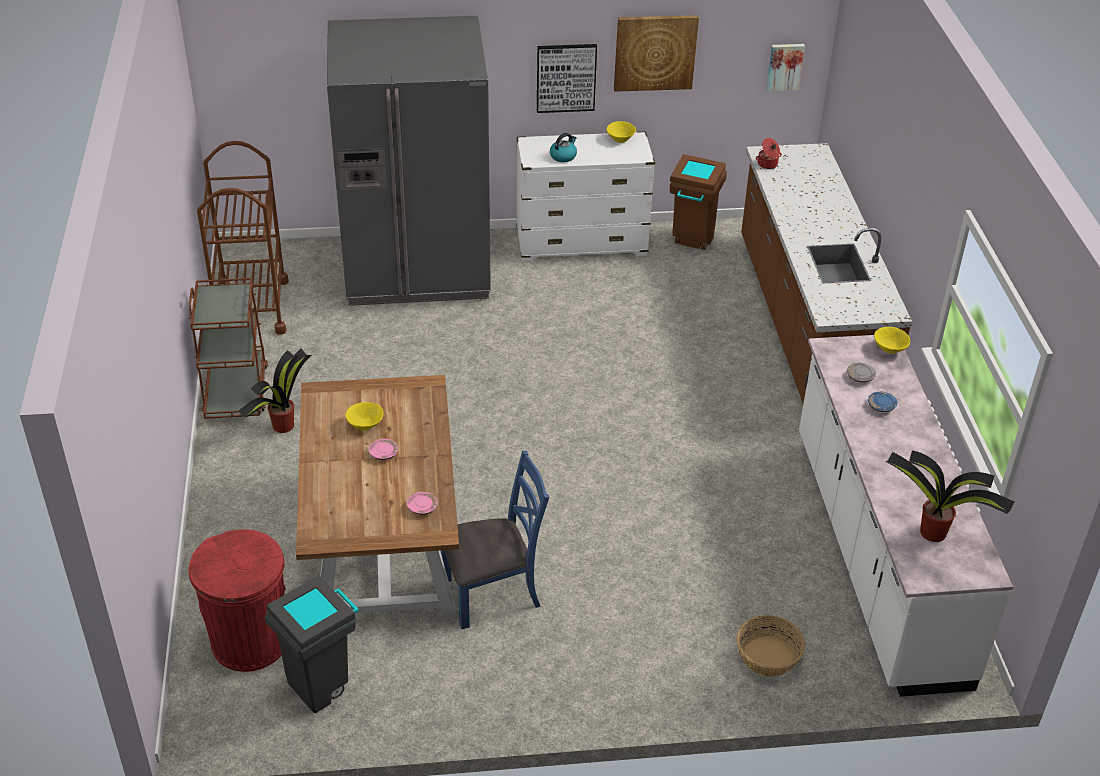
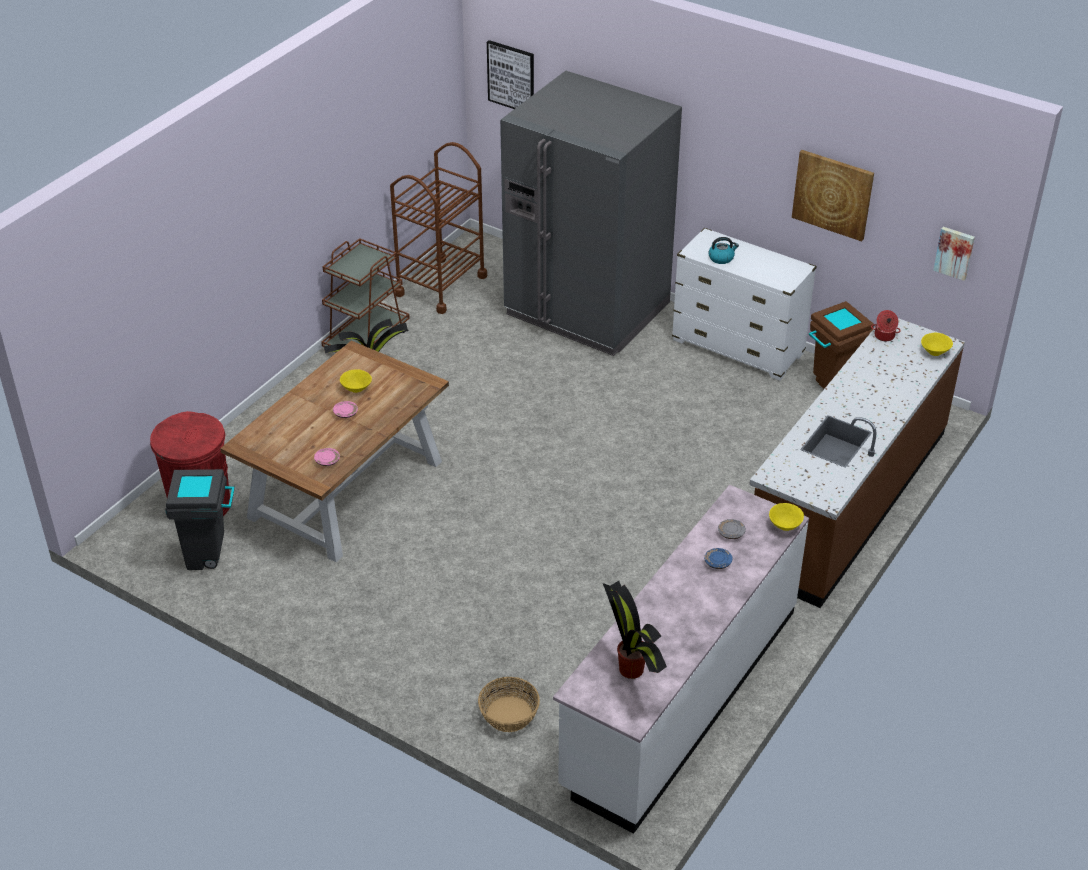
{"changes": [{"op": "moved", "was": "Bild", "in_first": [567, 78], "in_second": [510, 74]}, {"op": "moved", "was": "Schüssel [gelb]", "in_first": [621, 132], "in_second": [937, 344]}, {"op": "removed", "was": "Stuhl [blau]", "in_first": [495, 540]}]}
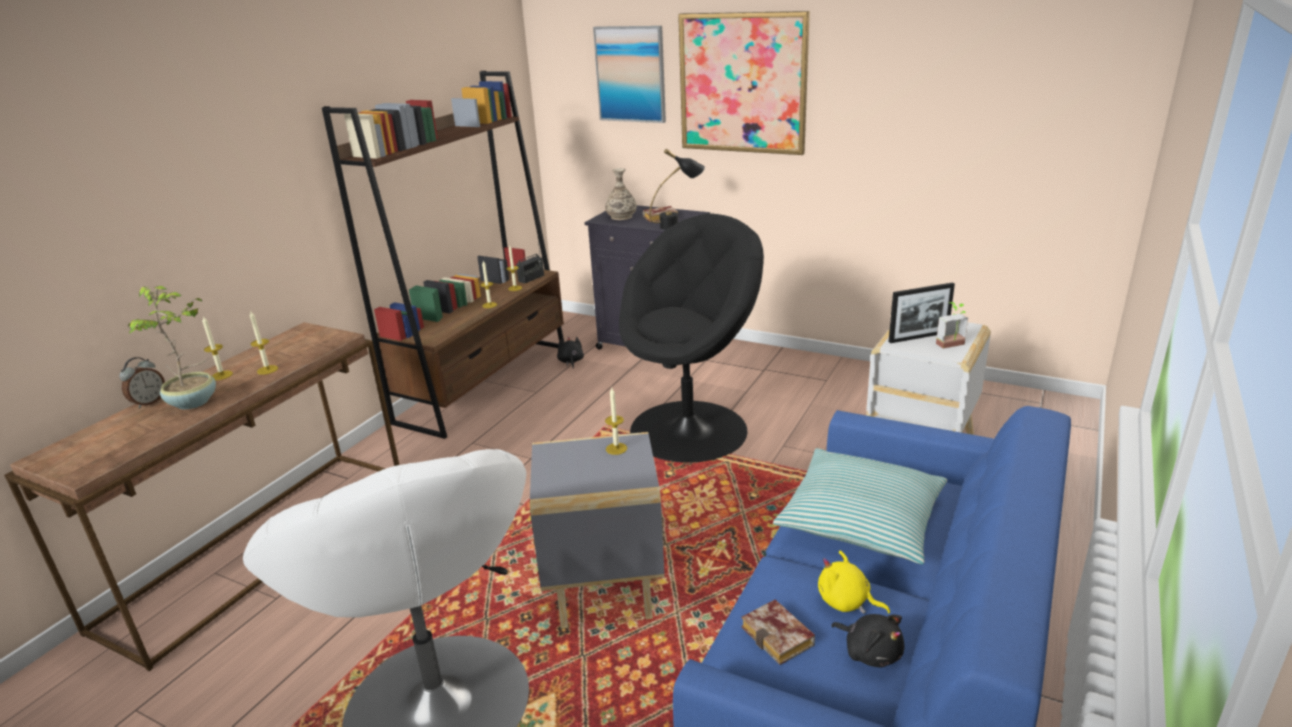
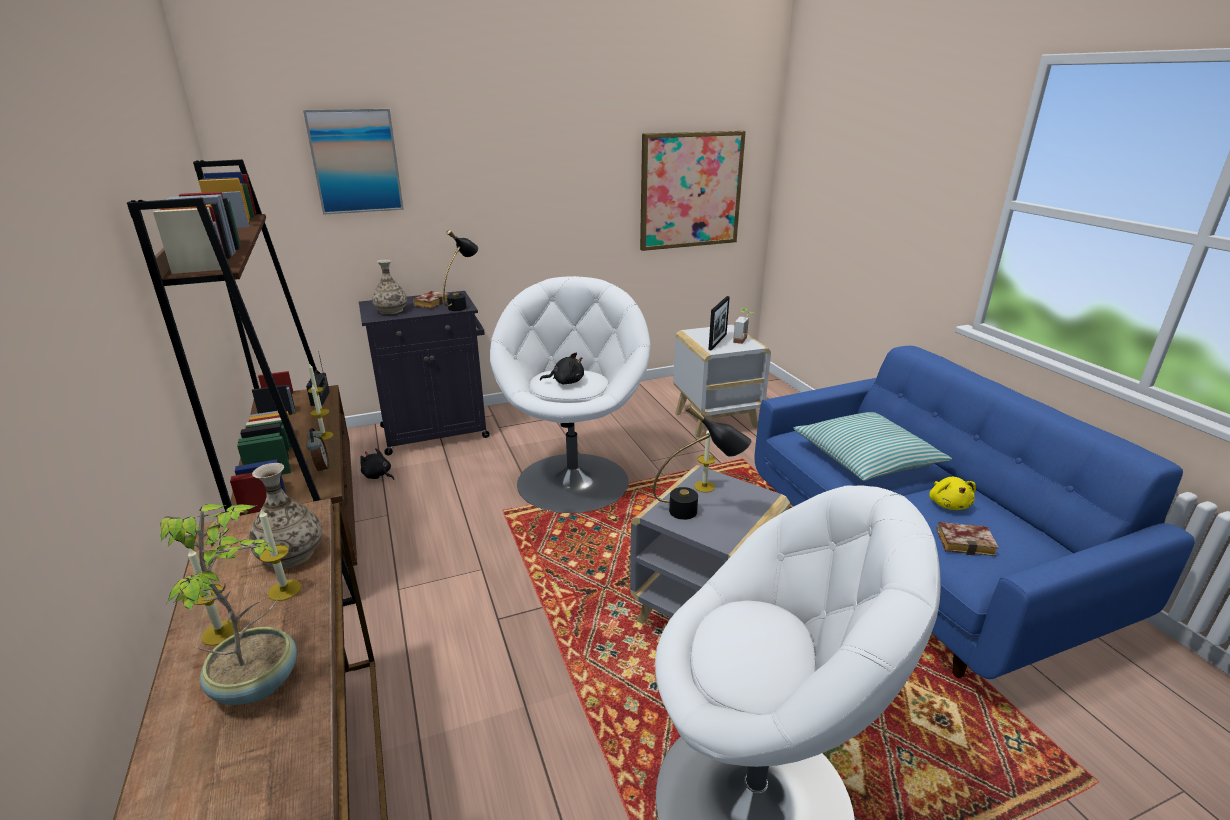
{"changes": [{"op": "added", "now": "Vase", "in_second": [285, 516]}, {"op": "moved", "was": "Wecker", "in_first": [142, 382], "in_second": [317, 450]}, {"op": "recoloured", "was": "Sessel [schwarz]", "now": "Sessel [weiß]", "in_first": [691, 338], "in_second": [570, 394]}, {"op": "moved", "was": "Plüschtier [schwarz]", "in_first": [867, 641], "in_second": [562, 368]}, {"op": "moved", "was": "Bild", "in_first": [744, 83], "in_second": [693, 191]}, {"op": "added", "now": "Tischlampe [schwarz]", "in_second": [702, 462]}, {"op": "turned", "was": "Plüschtier [gelb]", "in_first": [854, 582], "in_second": [952, 493], "clockwise": -75}]}
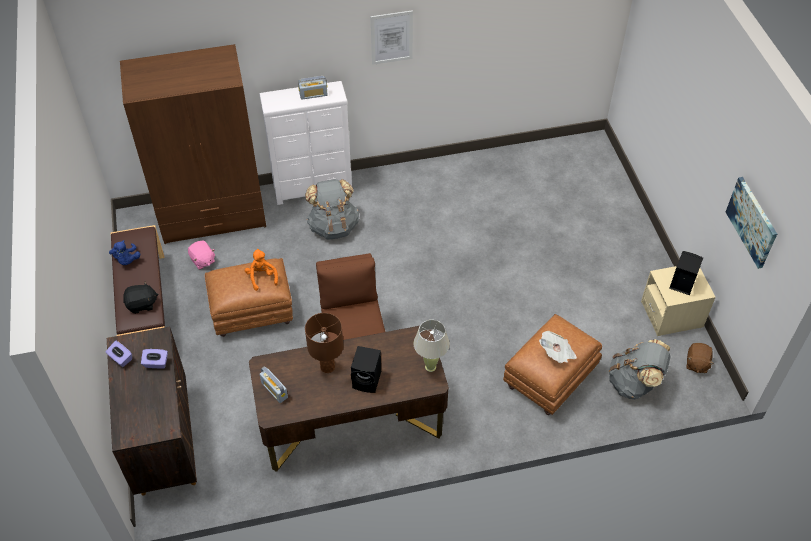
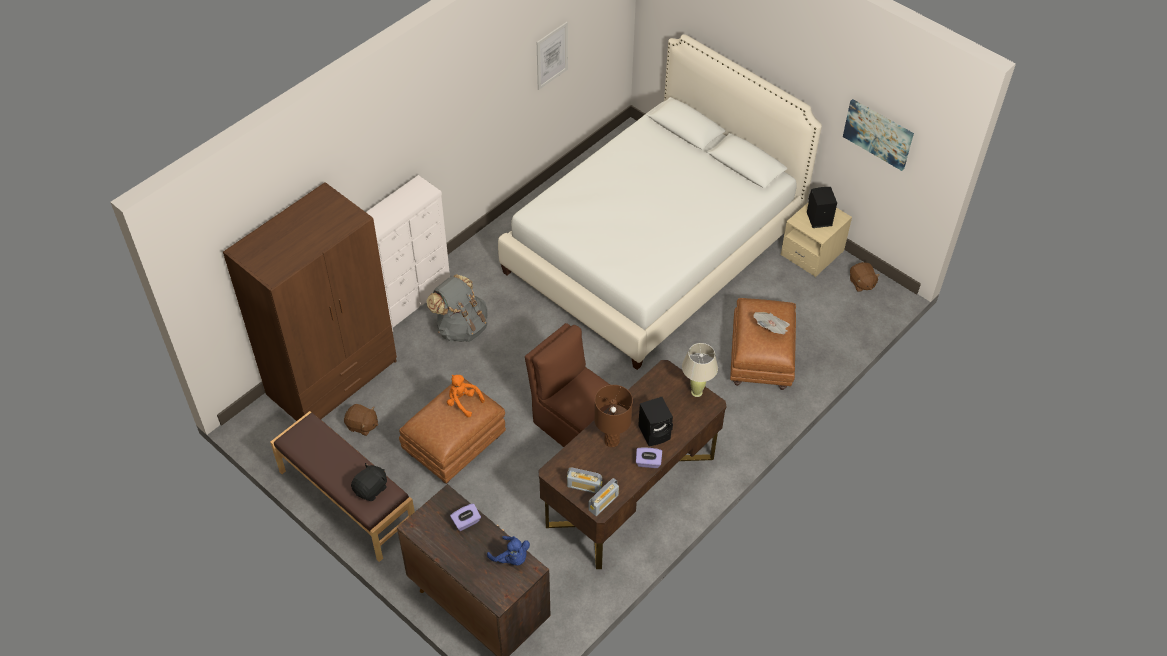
{"changes": [{"op": "recoloured", "was": "Plüschtier [rosa]", "now": "Plüschtier [braun]", "in_first": [201, 254], "in_second": [361, 420]}, {"op": "moved", "was": "Plüschtier [blau]", "in_first": [124, 252], "in_second": [508, 551]}, {"op": "added", "now": "Bett [weiß]", "in_second": [660, 202]}, {"op": "moved", "was": "Bild", "in_first": [391, 37], "in_second": [552, 56]}, {"op": "moved", "was": "Radio", "in_first": [313, 88], "in_second": [603, 497]}, {"op": "moved", "was": "Taschentuchbox [lila]", "in_first": [118, 354], "in_second": [649, 457]}, {"op": "removed", "was": "Rucksack [grau]", "in_first": [640, 369]}]}
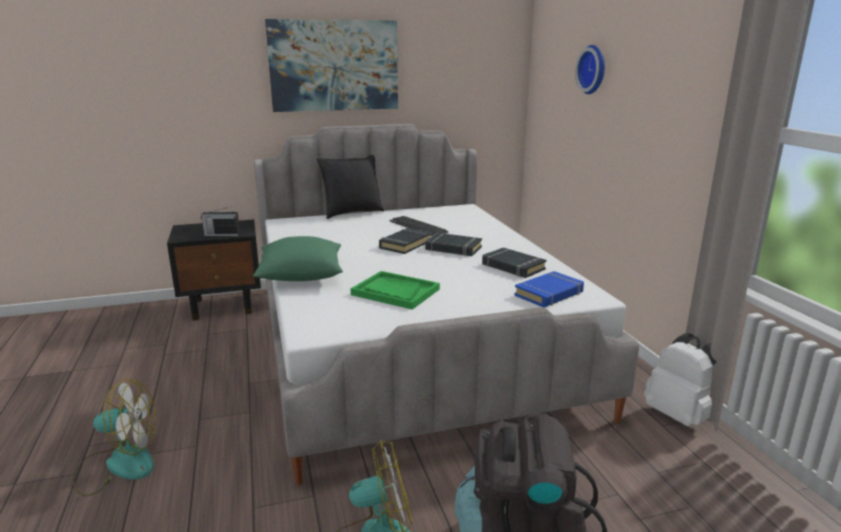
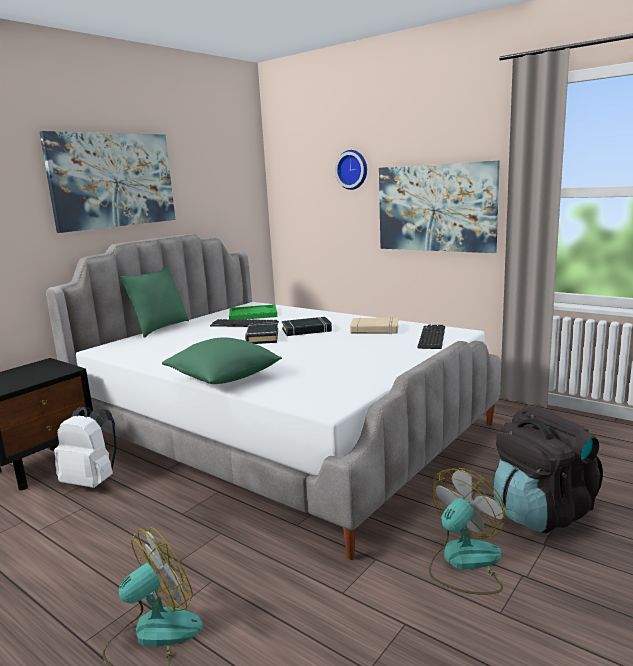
{"changes": [{"op": "moved", "was": "Rucksack [weiß]", "in_first": [680, 380], "in_second": [85, 447]}, {"op": "recoloured", "was": "Kissen [schwarz]", "now": "Kissen [grün]", "in_first": [350, 187], "in_second": [154, 302]}, {"op": "moved", "was": "Tablett [grün]", "in_first": [395, 290], "in_second": [253, 312]}, {"op": "recoloured", "was": "Buch [schwarz]", "now": "Buch [beige]", "in_first": [514, 263], "in_second": [374, 326]}, {"op": "added", "now": "Bild", "in_second": [439, 207]}, {"op": "replaced", "was": "Buch [blau]", "now": "Tastatur", "in_first": [549, 289], "in_second": [431, 337]}, {"op": "removed", "was": "Radio", "in_first": [220, 221]}]}
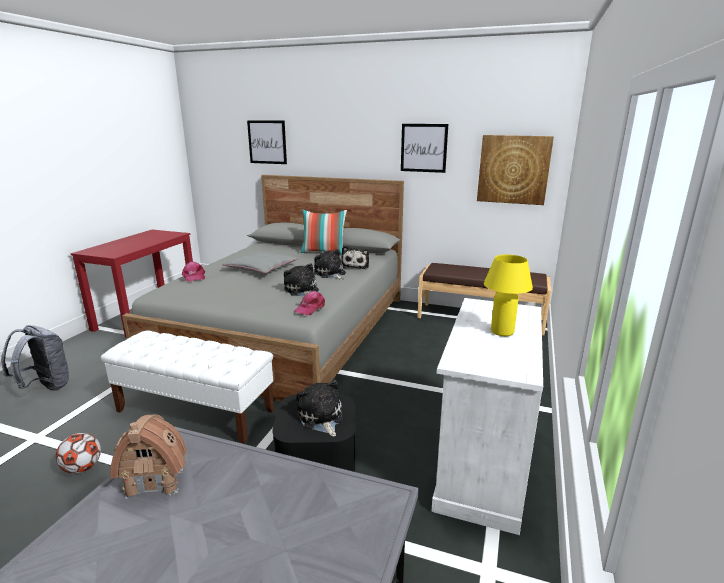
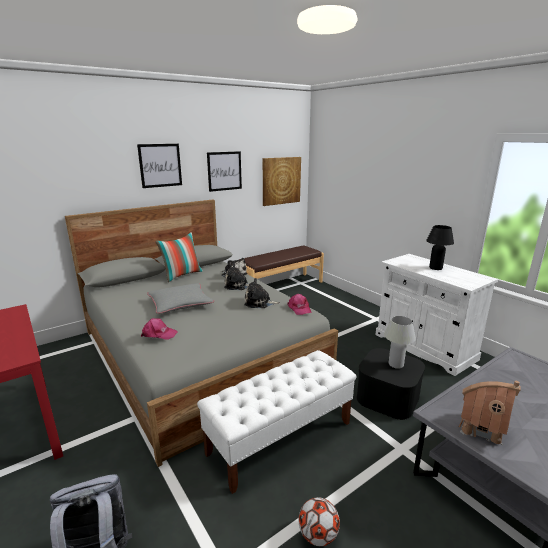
{"changes": [{"op": "moved", "was": "Bild", "in_first": [267, 142], "in_second": [159, 166]}, {"op": "replaced", "was": "Plüschtier", "now": "Tischlampe [weiß]", "in_first": [320, 408], "in_second": [400, 342]}, {"op": "recoloured", "was": "Tischlampe [gelb]", "now": "Tischlampe [schwarz]", "in_first": [508, 295], "in_second": [440, 247]}]}
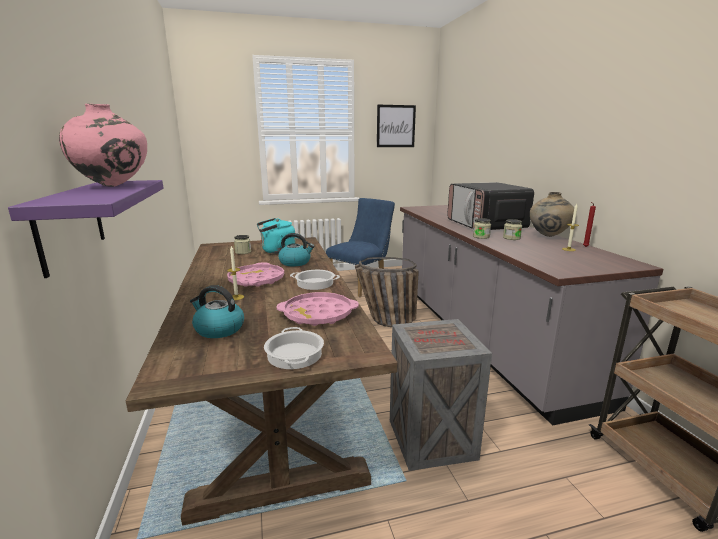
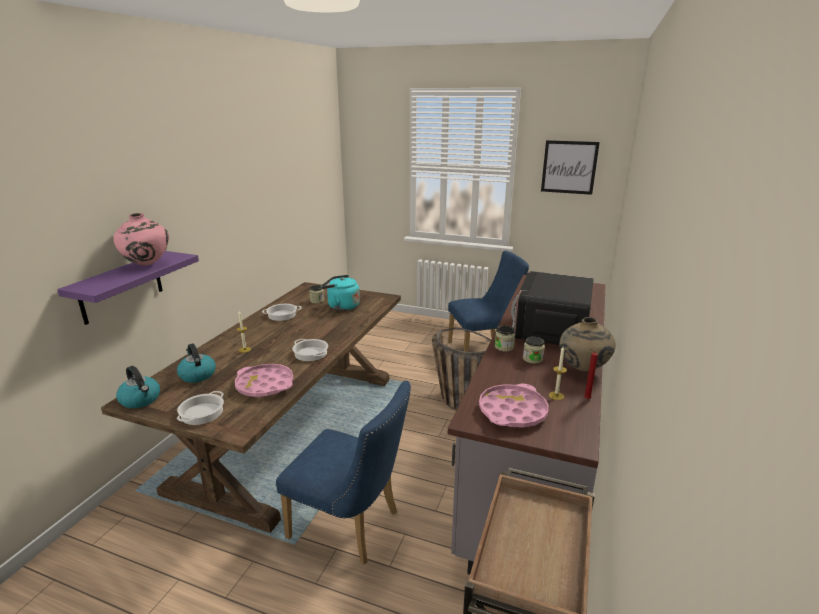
{"changes": [{"op": "moved", "was": "Wasserkessel", "in_first": [296, 249], "in_second": [138, 387]}, {"op": "added", "now": "Kochtopf", "in_second": [282, 312]}, {"op": "replaced", "was": "Kiste", "now": "Stuhl [blau]", "in_first": [441, 395], "in_second": [343, 472]}, {"op": "moved", "was": "Tablett [rosa]", "in_first": [255, 275], "in_second": [514, 405]}]}
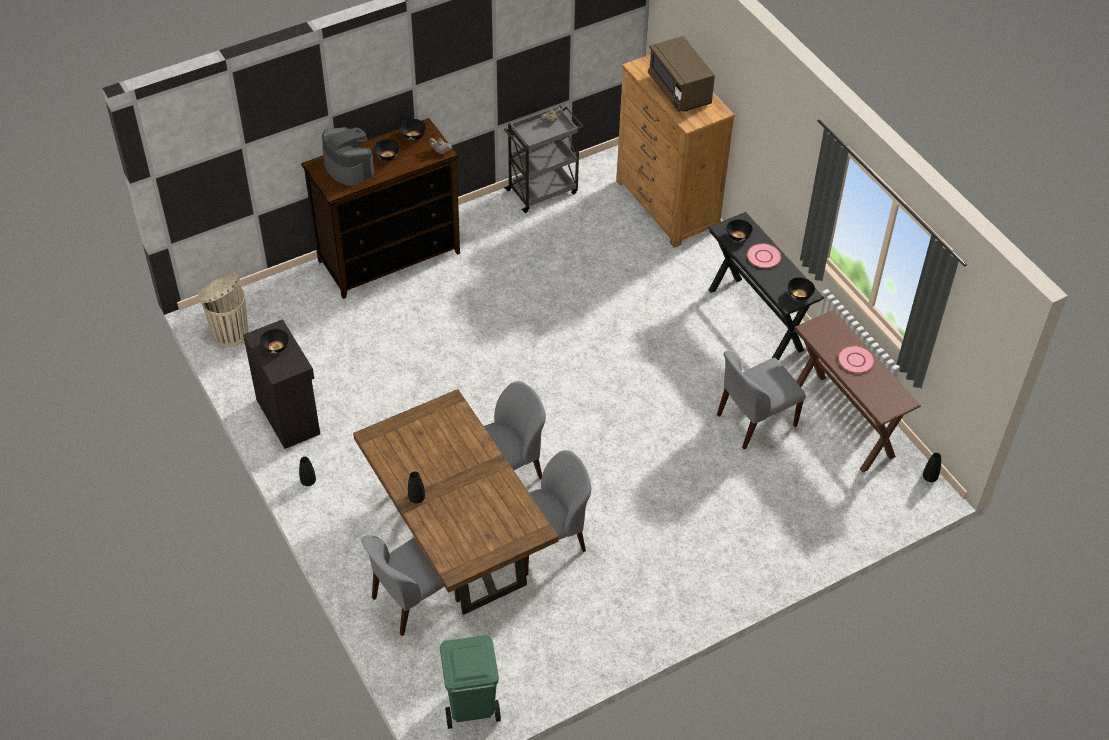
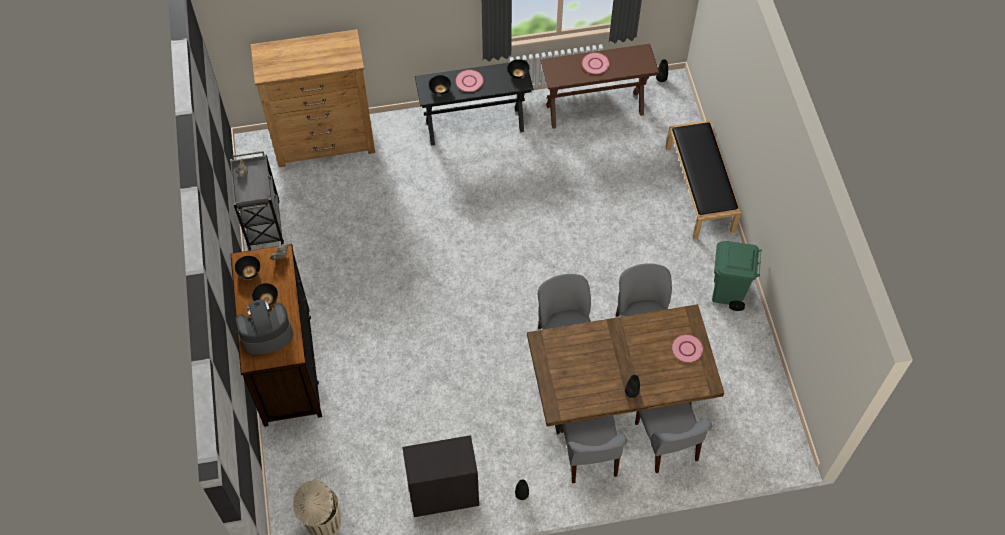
{"changes": [{"op": "moved", "was": "Stuhl [grau]", "in_first": [761, 400], "in_second": [594, 449]}, {"op": "added", "now": "Bank [schwarz]", "in_second": [703, 179]}, {"op": "added", "now": "Teller [rosa]", "in_second": [687, 348]}, {"op": "moved", "was": "Mülleimer [grün]", "in_first": [470, 682], "in_second": [737, 276]}, {"op": "removed", "was": "Schüssel [schwarz]", "in_first": [274, 341]}, {"op": "removed", "was": "Mikrowelle [braun]", "in_first": [681, 74]}]}
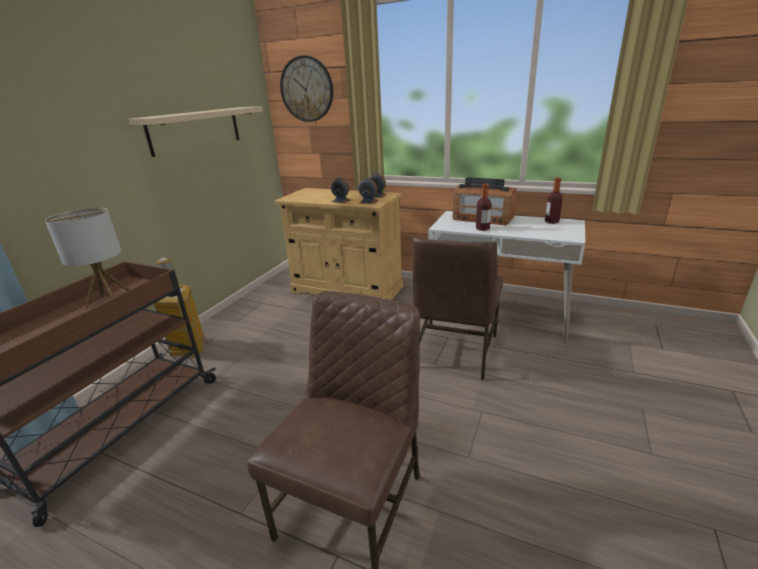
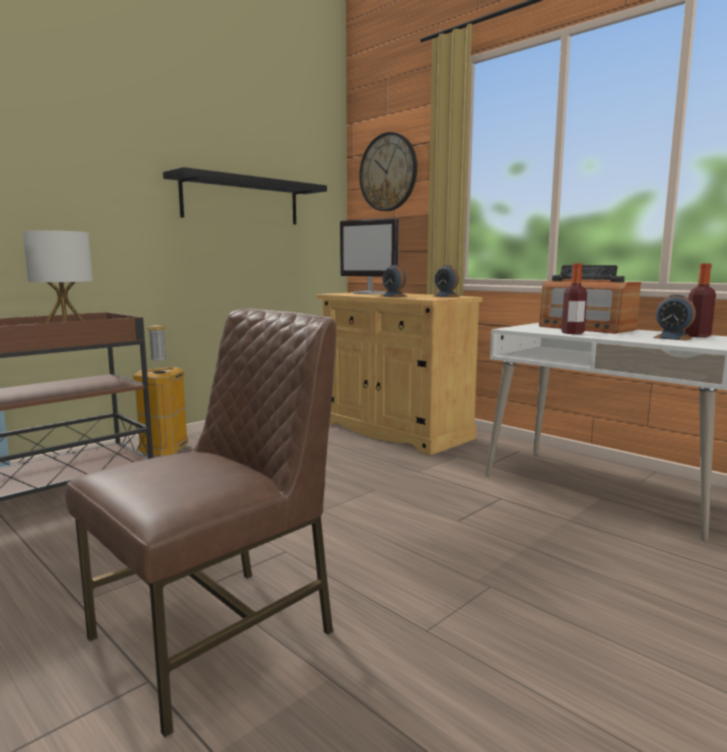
{"changes": [{"op": "recoloured", "was": "Wandregal [beige]", "now": "Wandregal [schwarz]", "in_first": [195, 131], "in_second": [245, 196]}, {"op": "added", "now": "Monitor", "in_second": [369, 256]}, {"op": "moved", "was": "Wecker", "in_first": [369, 191], "in_second": [674, 317]}, {"op": "removed", "was": "Stuhl [braun]", "in_first": [457, 308]}]}
